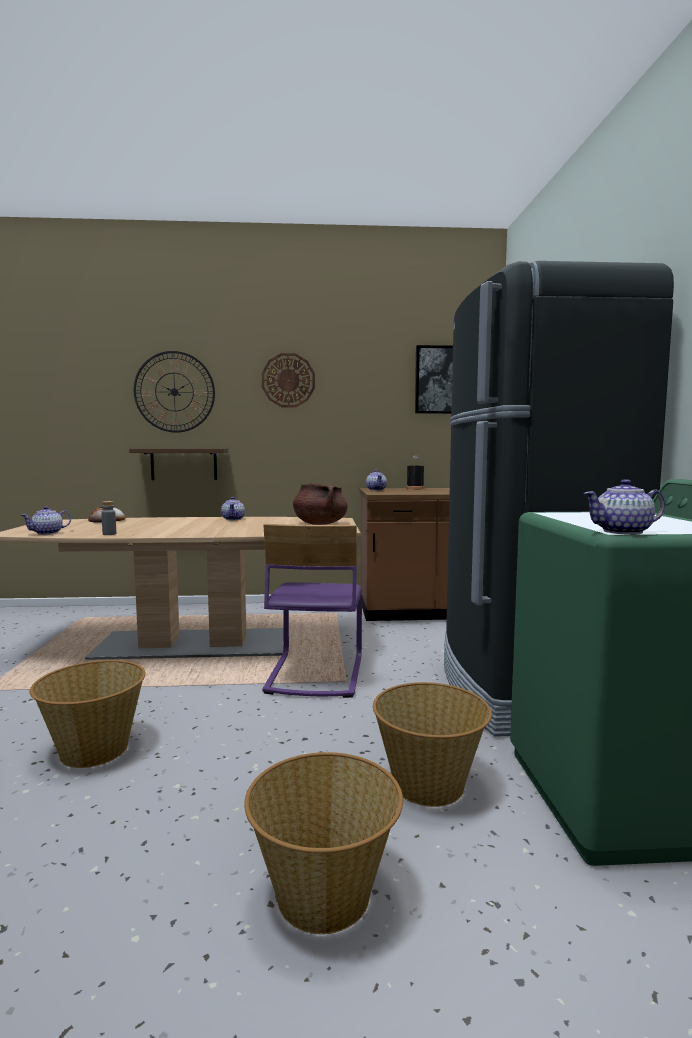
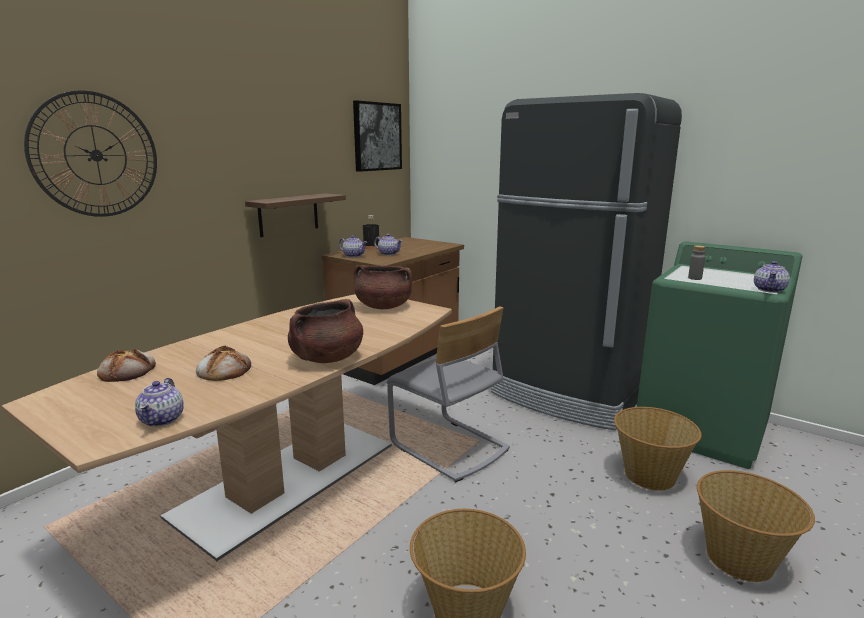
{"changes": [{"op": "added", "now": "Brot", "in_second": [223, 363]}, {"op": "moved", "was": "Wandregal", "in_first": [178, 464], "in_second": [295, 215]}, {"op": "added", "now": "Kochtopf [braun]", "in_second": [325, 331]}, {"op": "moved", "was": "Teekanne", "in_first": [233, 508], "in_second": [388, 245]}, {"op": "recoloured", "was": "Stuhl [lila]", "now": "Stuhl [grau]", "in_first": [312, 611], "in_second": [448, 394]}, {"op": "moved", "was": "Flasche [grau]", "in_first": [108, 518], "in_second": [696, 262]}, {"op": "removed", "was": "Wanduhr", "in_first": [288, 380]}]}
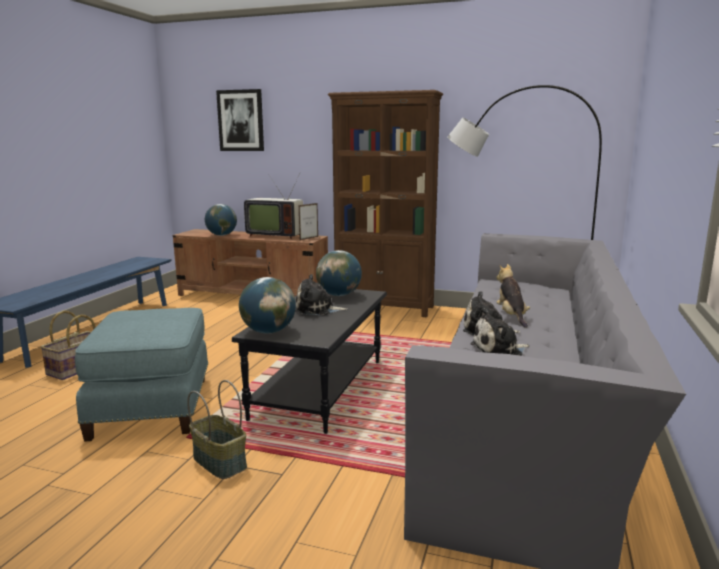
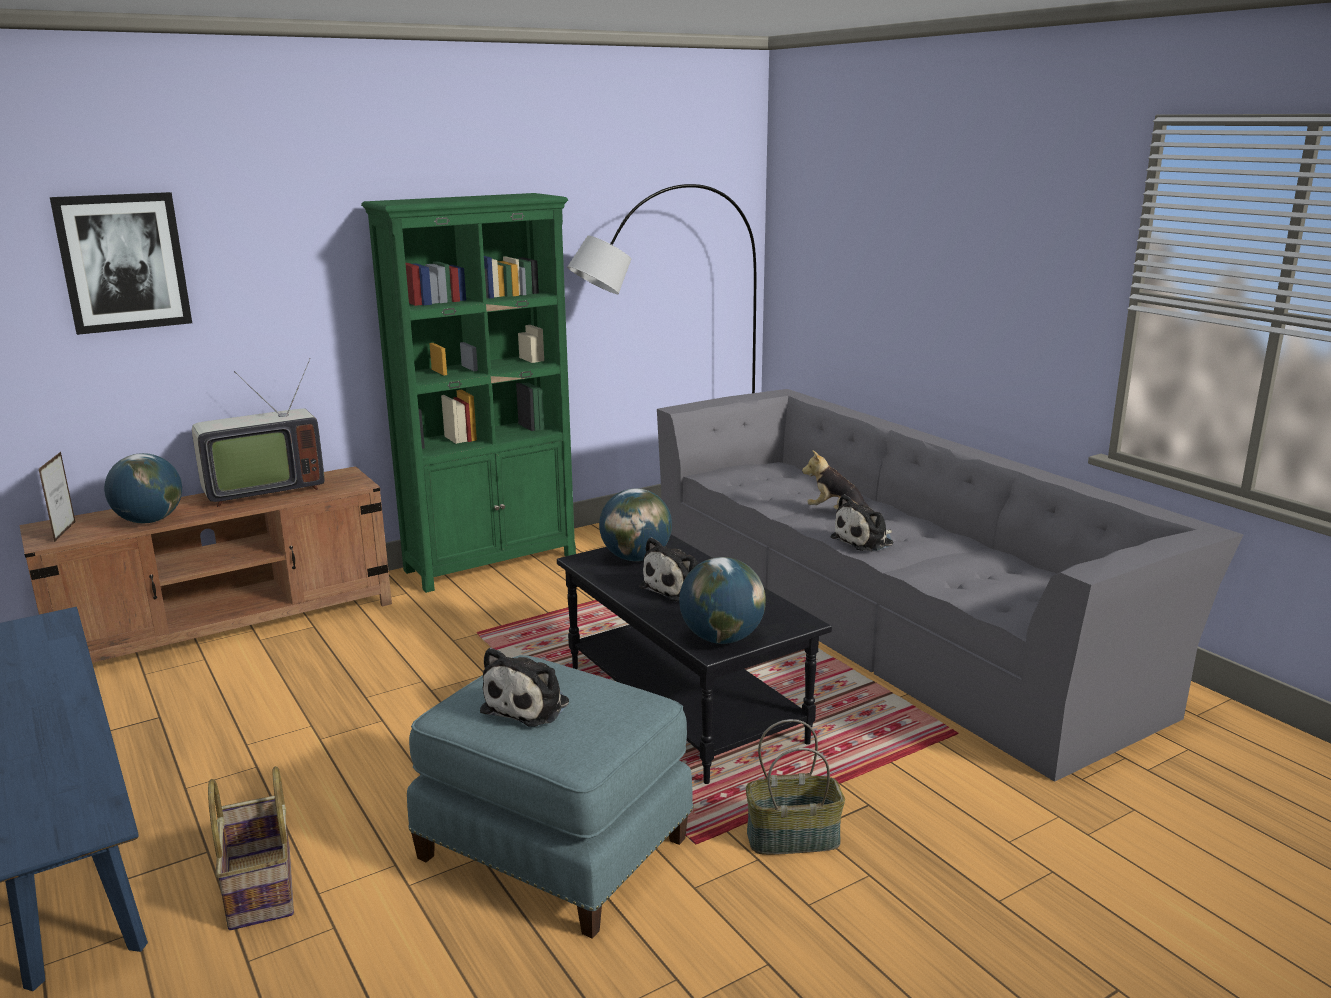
{"changes": [{"op": "moved", "was": "Bilderrahmen", "in_first": [308, 221], "in_second": [57, 497]}, {"op": "recoloured", "was": "Bücherregal [braun]", "now": "Bücherregal [grün]", "in_first": [385, 203], "in_second": [468, 393]}, {"op": "moved", "was": "Plüschtier", "in_first": [500, 332], "in_second": [524, 687]}]}
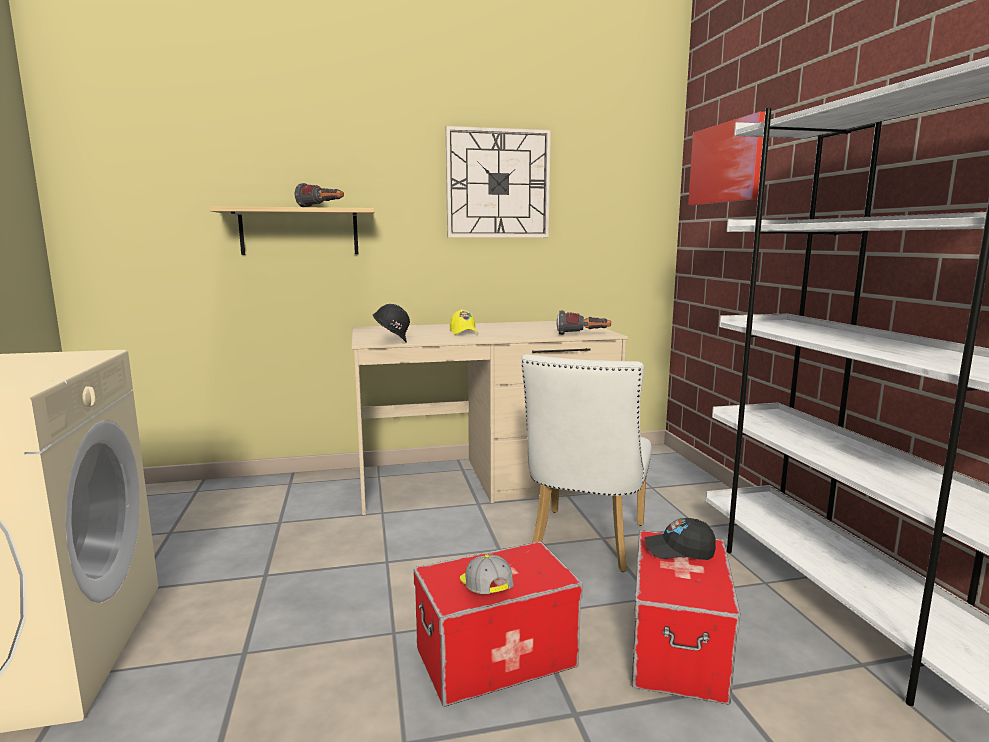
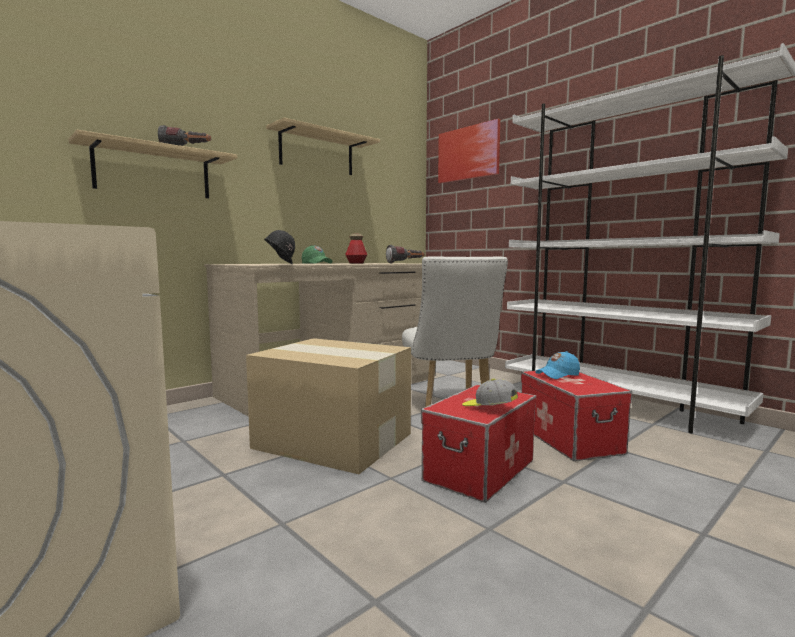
{"changes": [{"op": "added", "now": "Karton", "in_second": [328, 406]}, {"op": "replaced", "was": "Wanduhr", "now": "Wandregal", "in_first": [498, 182], "in_second": [323, 146]}, {"op": "recoloured", "was": "Kappe [gelb]", "now": "Kappe [grün]", "in_first": [464, 322], "in_second": [317, 254]}, {"op": "added", "now": "Flasche", "in_second": [356, 249]}, {"op": "recoloured", "was": "Kappe [schwarz]", "now": "Kappe [blau]", "in_first": [680, 539], "in_second": [557, 365]}]}
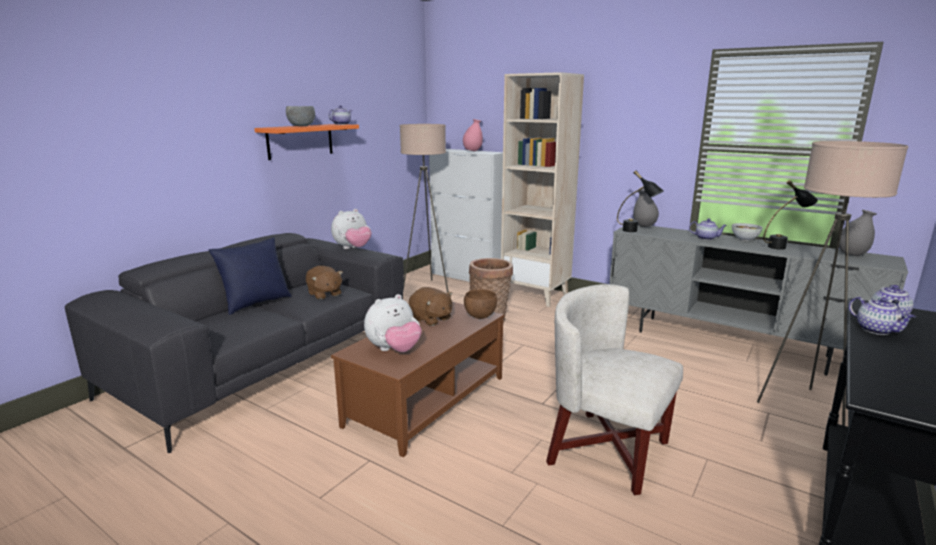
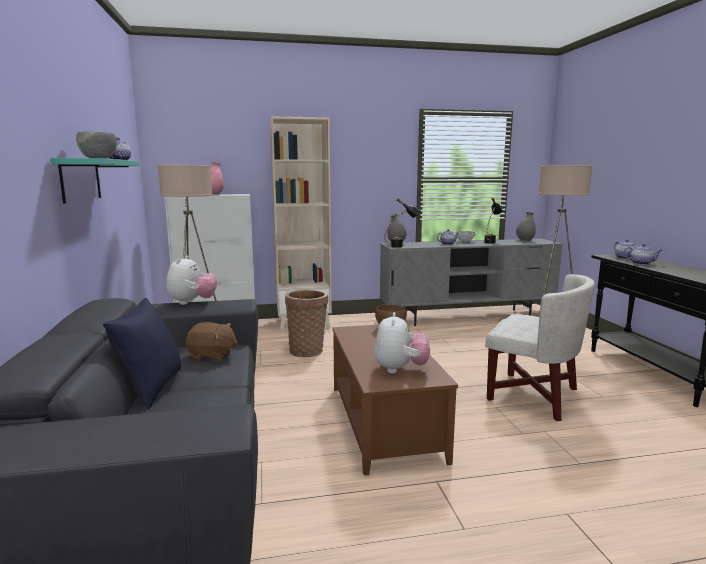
{"changes": [{"op": "recoloured", "was": "Wandregal [orange]", "now": "Wandregal [türkis]", "in_first": [306, 142], "in_second": [95, 181]}, {"op": "turned", "was": "Sessel [weiß]", "in_first": [614, 389], "in_second": [540, 347], "clockwise": -135}, {"op": "removed", "was": "Plüschtier [braun]", "in_first": [431, 306]}]}
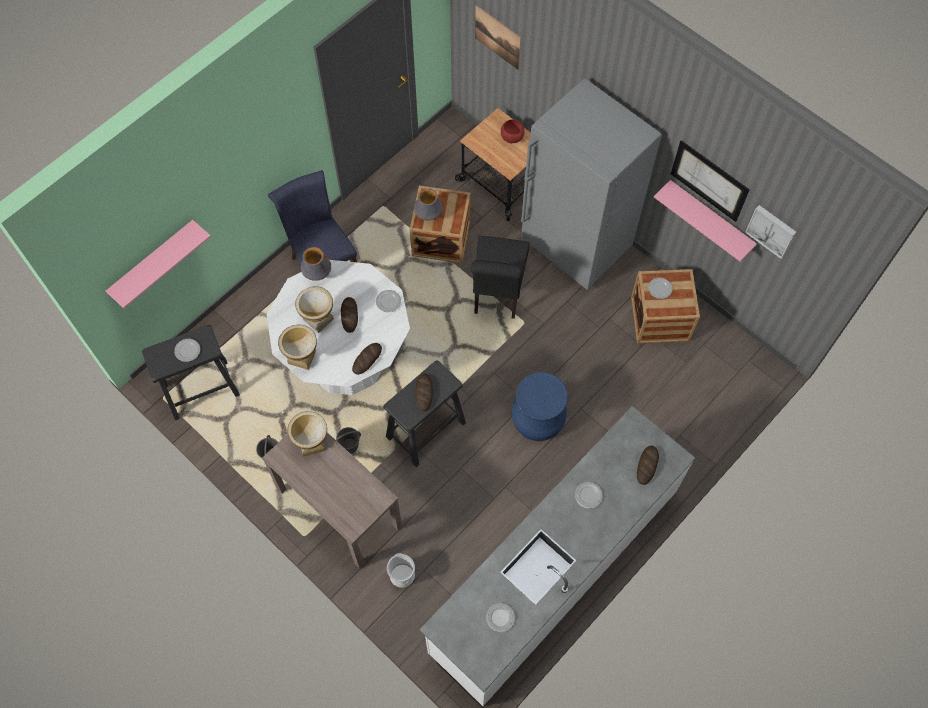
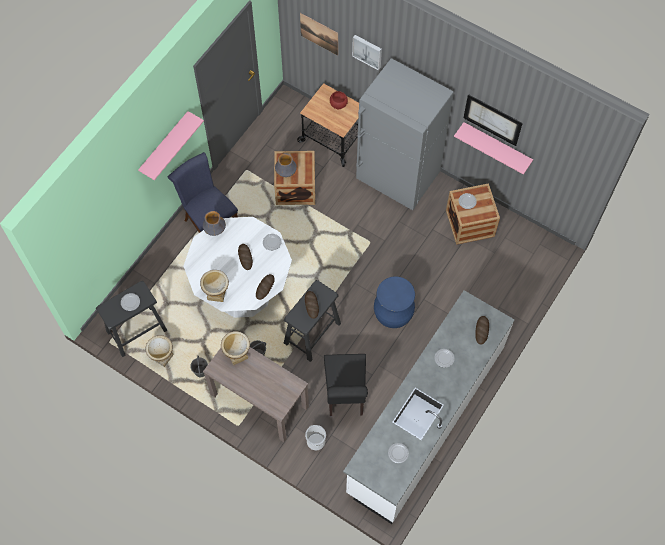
{"changes": [{"op": "moved", "was": "Wandregal [rosa]", "in_first": [158, 264], "in_second": [171, 145]}, {"op": "moved", "was": "Vase", "in_first": [314, 309], "in_second": [159, 351]}, {"op": "moved", "was": "Stuhl [schwarz]", "in_first": [500, 277], "in_second": [346, 385]}, {"op": "moved", "was": "Bild", "in_first": [770, 232], "in_second": [367, 53]}]}
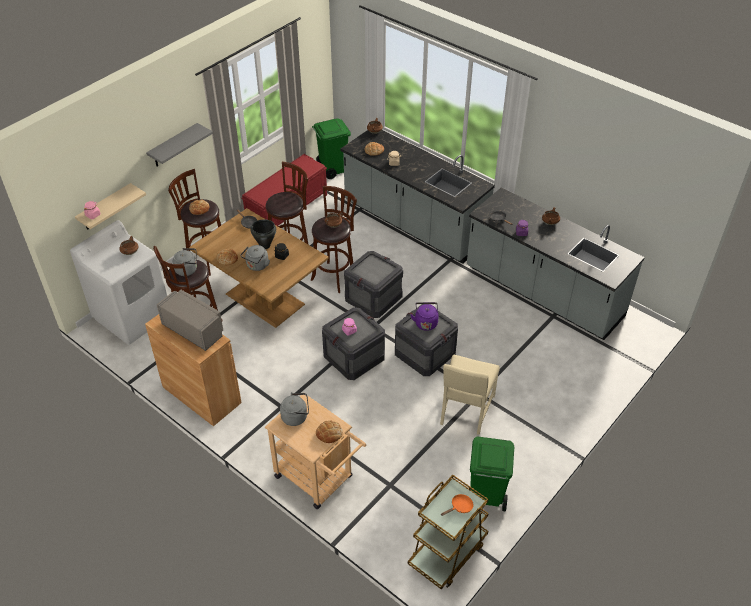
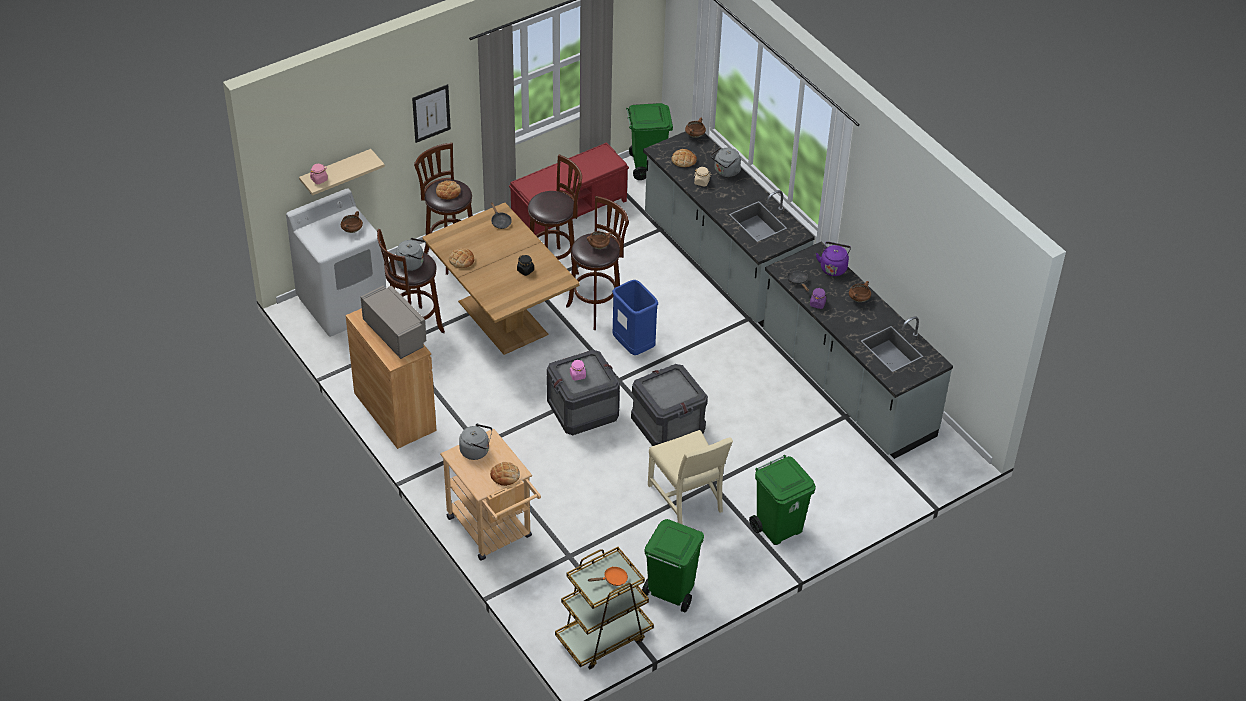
{"changes": [{"op": "replaced", "was": "Wandregal [grau]", "now": "Bild", "in_first": [179, 144], "in_second": [431, 113]}, {"op": "replaced", "was": "Kiste", "now": "Mülleimer [blau]", "in_first": [373, 284], "in_second": [635, 317]}, {"op": "turned", "was": "Stuhl [beige]", "in_first": [470, 394], "in_second": [690, 477], "clockwise": -60}, {"op": "moved", "was": "Wasserkessel [grau]", "in_first": [255, 258], "in_second": [726, 162]}, {"op": "added", "now": "Mülleimer [grün]", "in_second": [782, 500]}, {"op": "moved", "was": "Wasserkessel [lila]", "in_first": [424, 316], "in_second": [833, 259]}, {"op": "removed", "was": "Kochtopf [schwarz]", "in_first": [263, 234]}]}
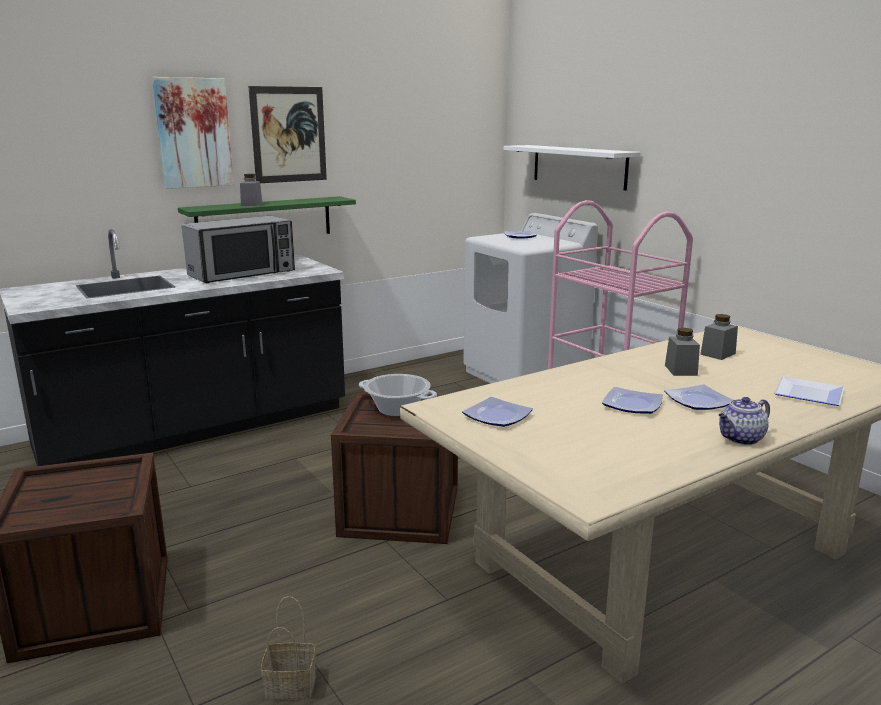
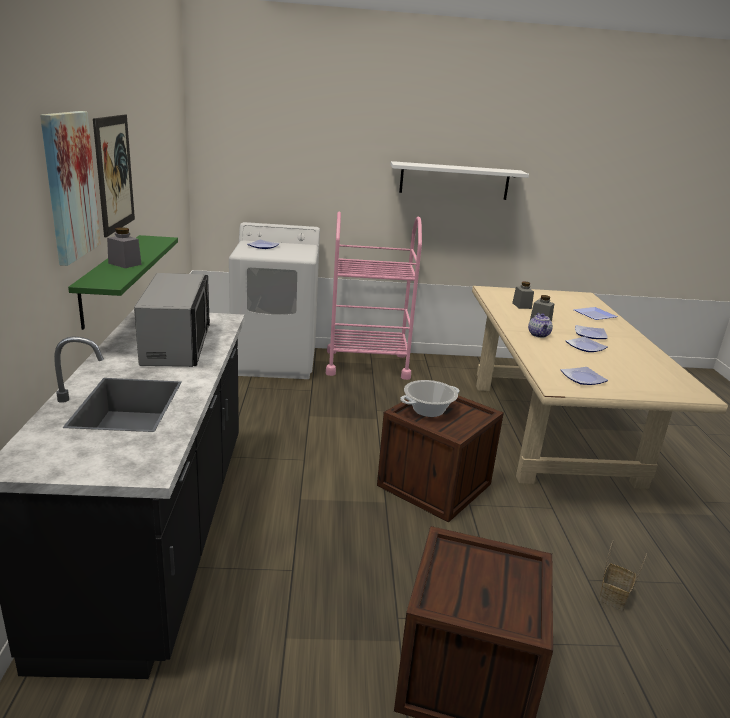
{"changes": [{"op": "moved", "was": "Wandregal [weiß]", "in_first": [572, 168], "in_second": [460, 180]}, {"op": "moved", "was": "Teekanne", "in_first": [744, 421], "in_second": [540, 325]}]}
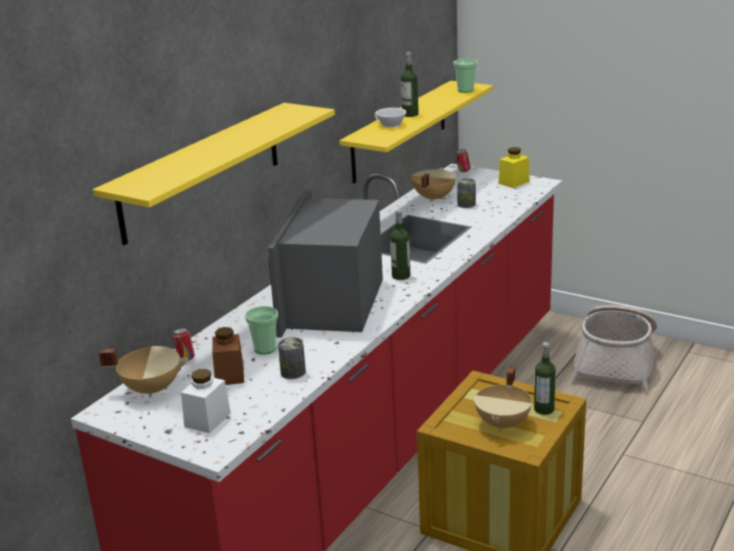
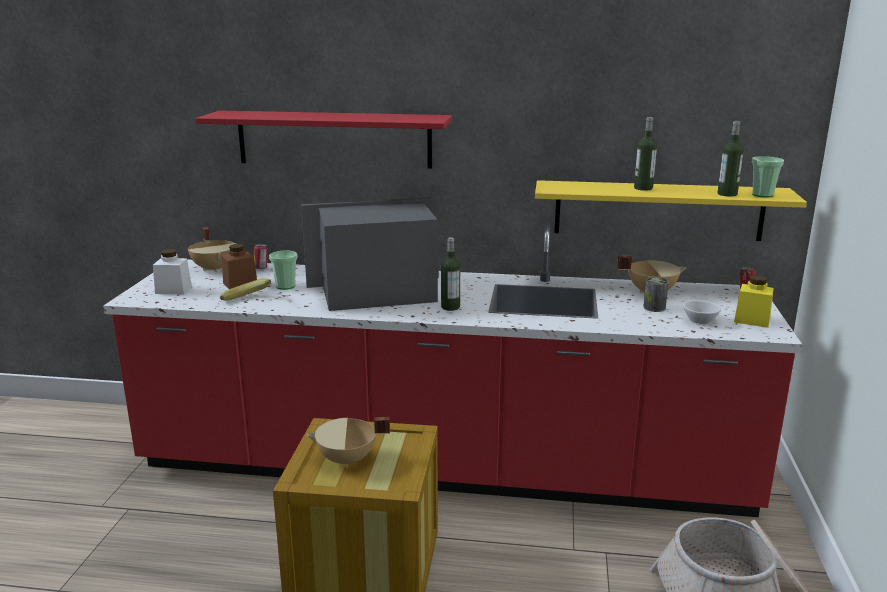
{"changes": [{"op": "recoloured", "was": "Wandregal [gelb]", "now": "Wandregal [rot]", "in_first": [214, 174], "in_second": [323, 140]}, {"op": "replaced", "was": "Dose", "now": "Banane", "in_first": [292, 358], "in_second": [245, 289]}, {"op": "moved", "was": "Tasse [weiß]", "in_first": [390, 118], "in_second": [702, 312]}, {"op": "moved", "was": "Flasche", "in_first": [545, 378], "in_second": [730, 159]}]}
